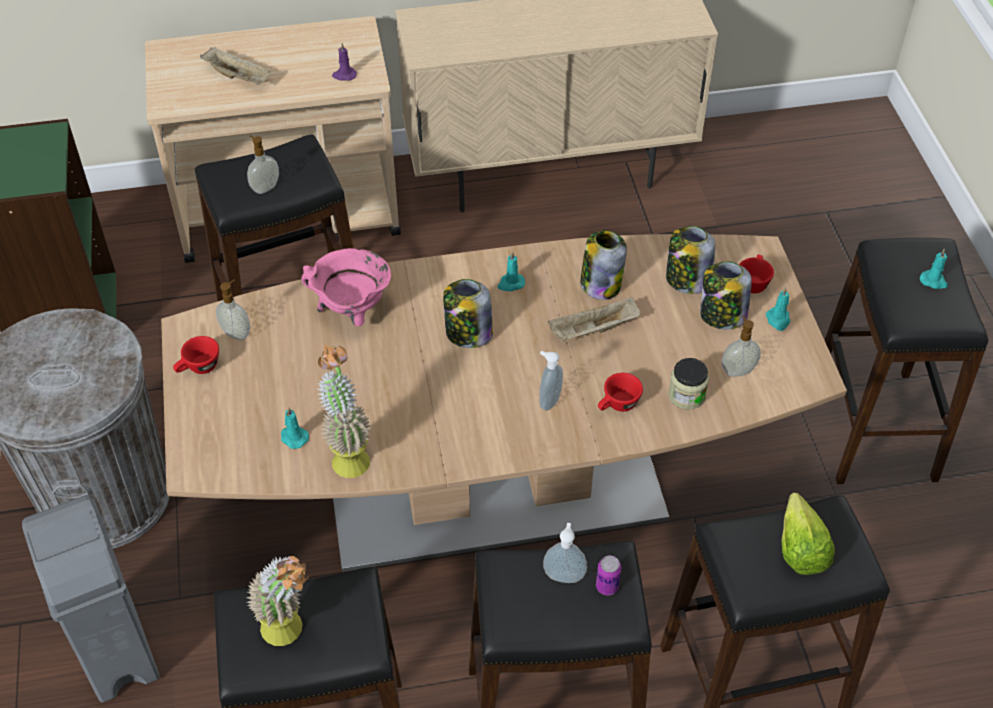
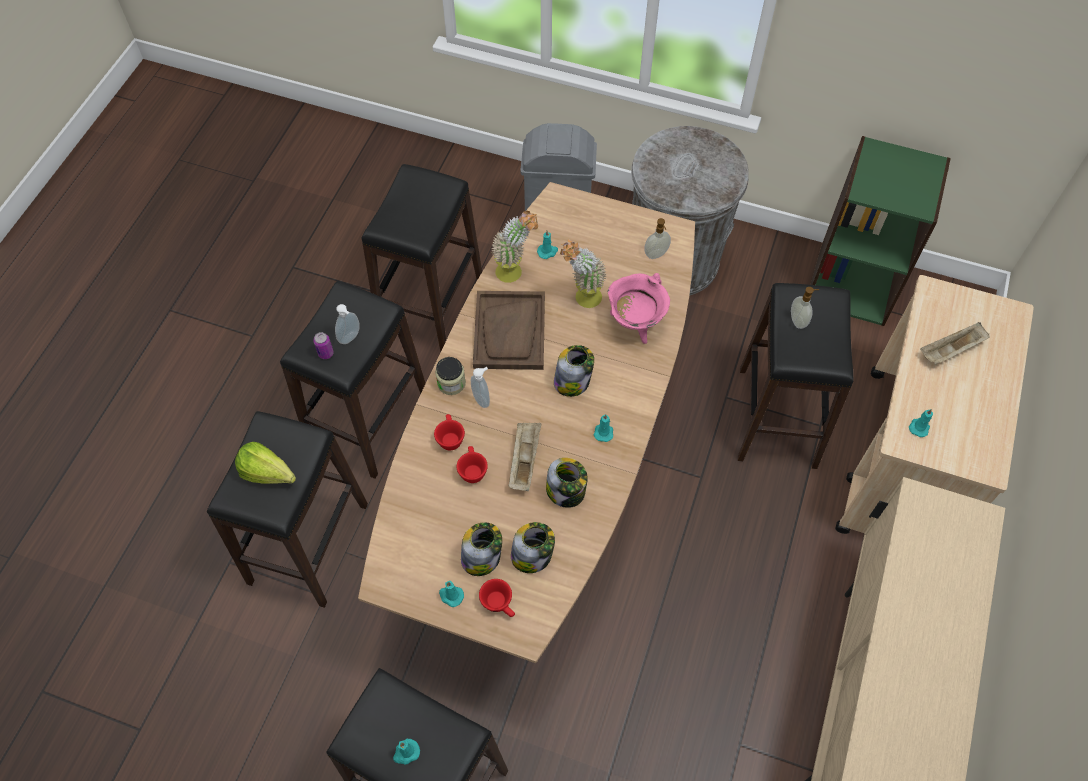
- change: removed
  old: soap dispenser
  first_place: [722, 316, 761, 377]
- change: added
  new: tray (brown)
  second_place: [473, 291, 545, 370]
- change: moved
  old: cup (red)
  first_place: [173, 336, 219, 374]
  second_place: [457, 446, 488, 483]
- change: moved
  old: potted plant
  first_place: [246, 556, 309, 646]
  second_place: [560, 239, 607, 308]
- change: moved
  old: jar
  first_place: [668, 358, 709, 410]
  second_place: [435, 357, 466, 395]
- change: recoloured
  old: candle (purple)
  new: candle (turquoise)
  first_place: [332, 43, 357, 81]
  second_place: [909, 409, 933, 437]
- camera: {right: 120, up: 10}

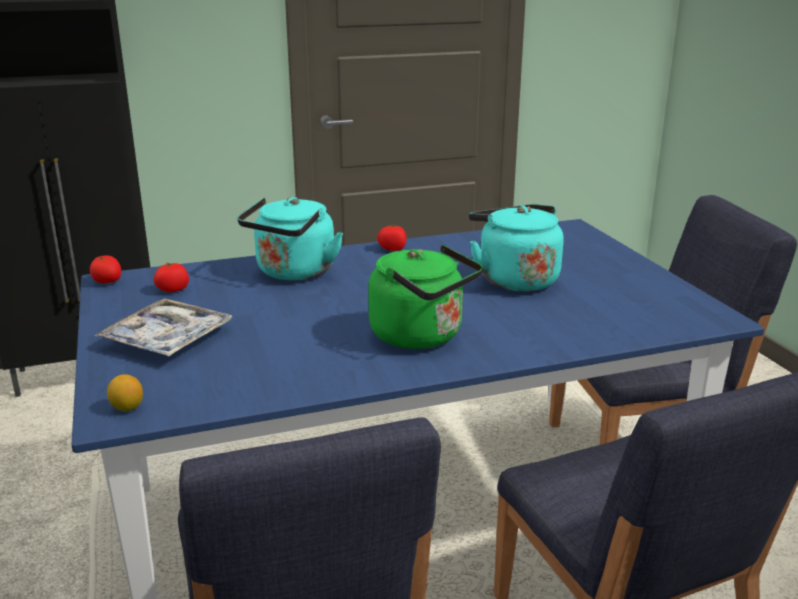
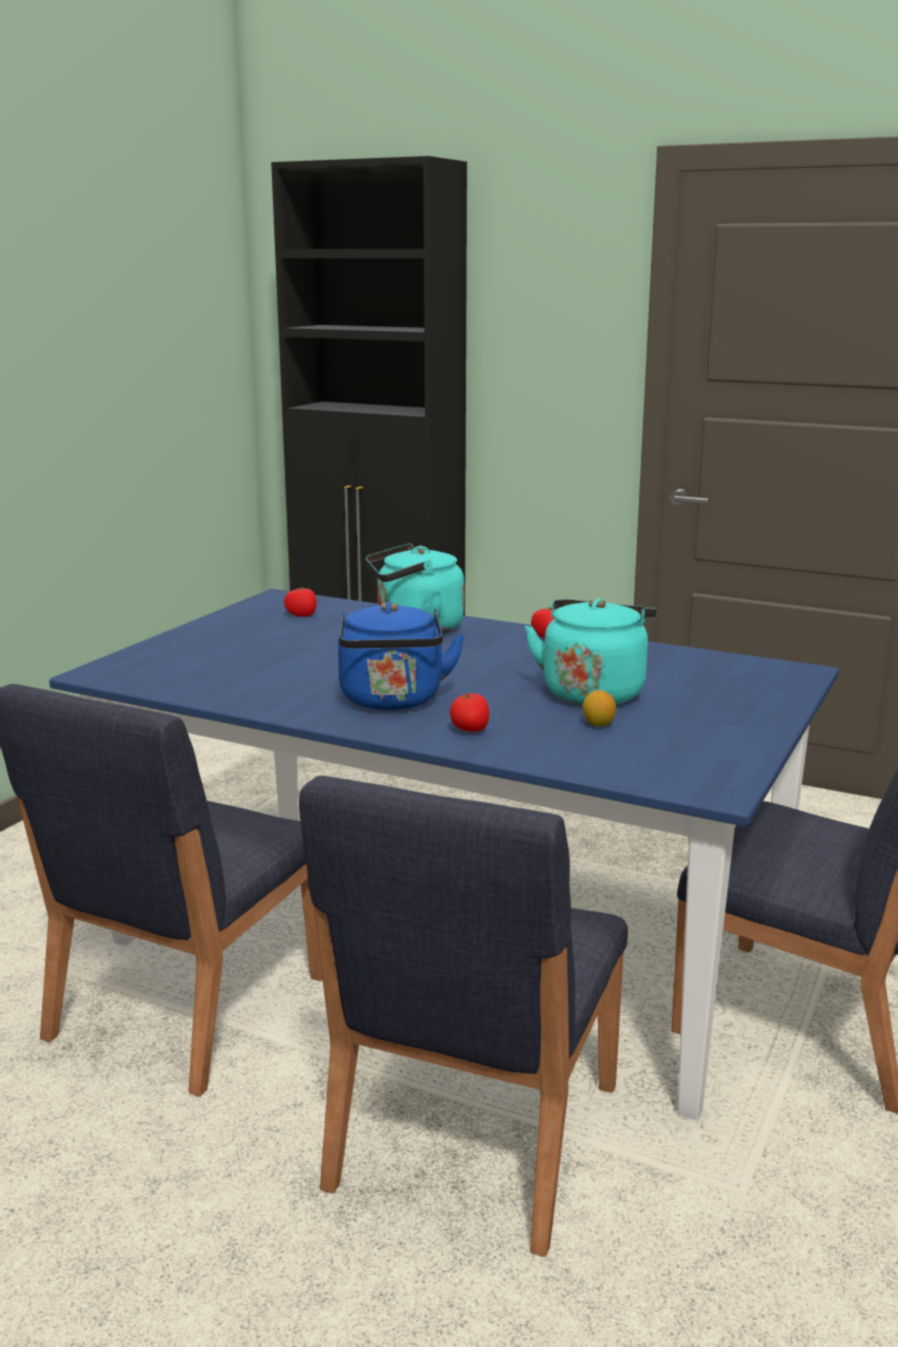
- change: removed
  old: tray
  first_place: [95, 298, 233, 357]
- change: moved
  old: tomato
  first_place: [90, 255, 121, 283]
  second_place: [450, 693, 489, 732]
- change: moved
  old: lemon
  first_place: [107, 374, 143, 411]
  second_place: [583, 690, 616, 727]
- change: recoloured
  old: kettle (green)
  new: kettle (blue)
  first_place: [368, 245, 483, 349]
  second_place: [338, 602, 465, 710]
- camera: {right: 45, up: -5}

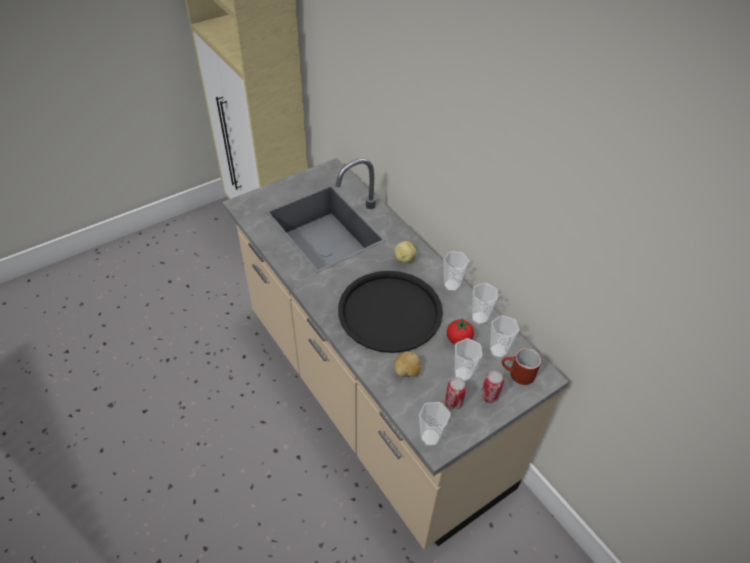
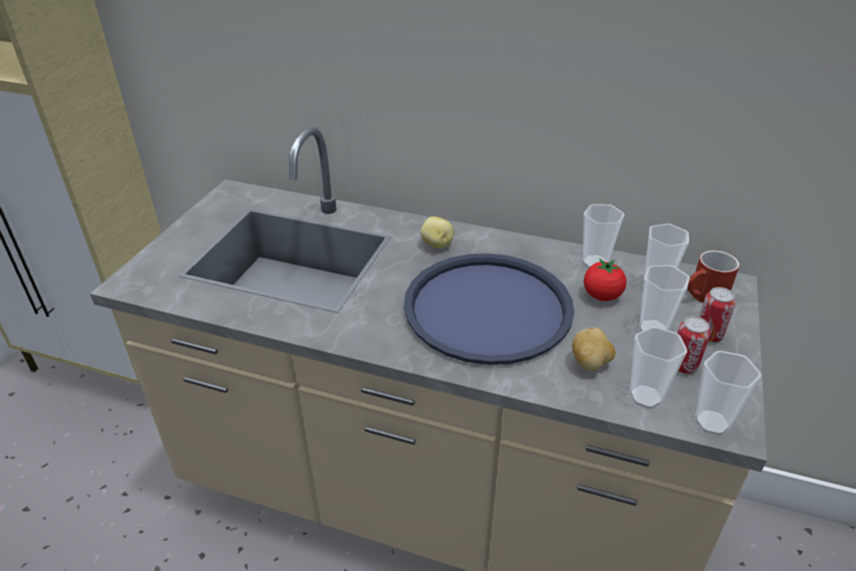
- change: moved
  old: cup
  first_place: [444, 251, 469, 292]
  second_place: [630, 327, 688, 409]
- change: recoloured
  old: tray (black)
  new: tray (blue)
  first_place: [338, 271, 443, 353]
  second_place: [404, 253, 574, 365]
- camera: {right: -35, up: -10}

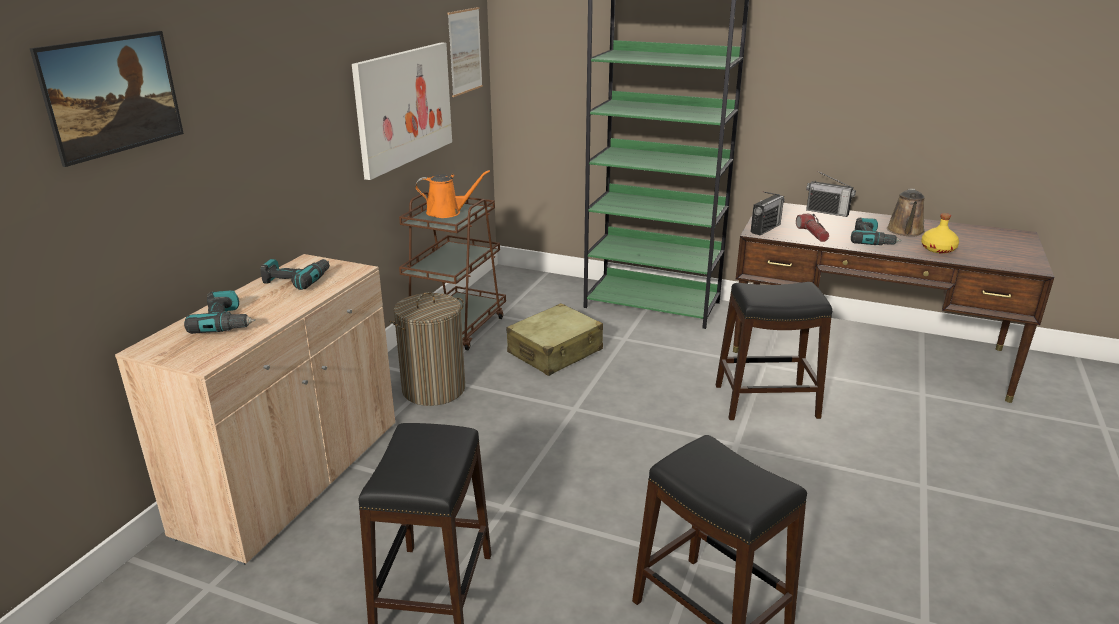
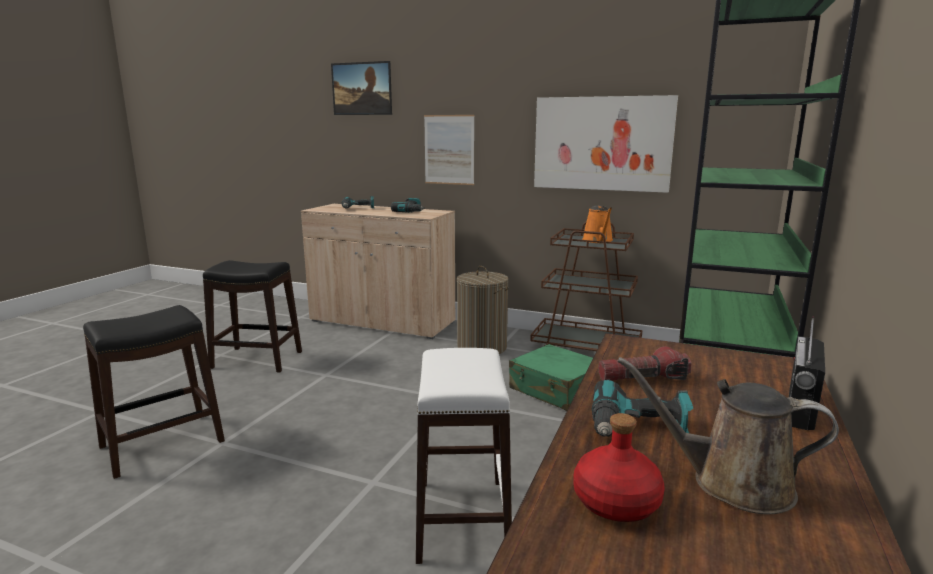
- change: removed
  old: radio
  first_place: [751, 192, 785, 236]
- change: moved
  old: picture
  first_place: [448, 7, 483, 97]
  second_place: [424, 115, 474, 185]
- change: recoloured
  old: suitcase (beige)
  new: suitcase (green)
  first_place: [507, 303, 603, 376]
  second_place: [509, 344, 593, 411]
- change: recoloured
  old: stool (black)
  new: stool (white)
  first_place: [716, 282, 832, 420]
  second_place: [416, 348, 512, 564]
- change: recoloured
  old: bottle (yellow)
  new: bottle (red)
  first_place: [921, 213, 959, 254]
  second_place: [574, 413, 665, 522]
- camera: {right: 90, up: -10}

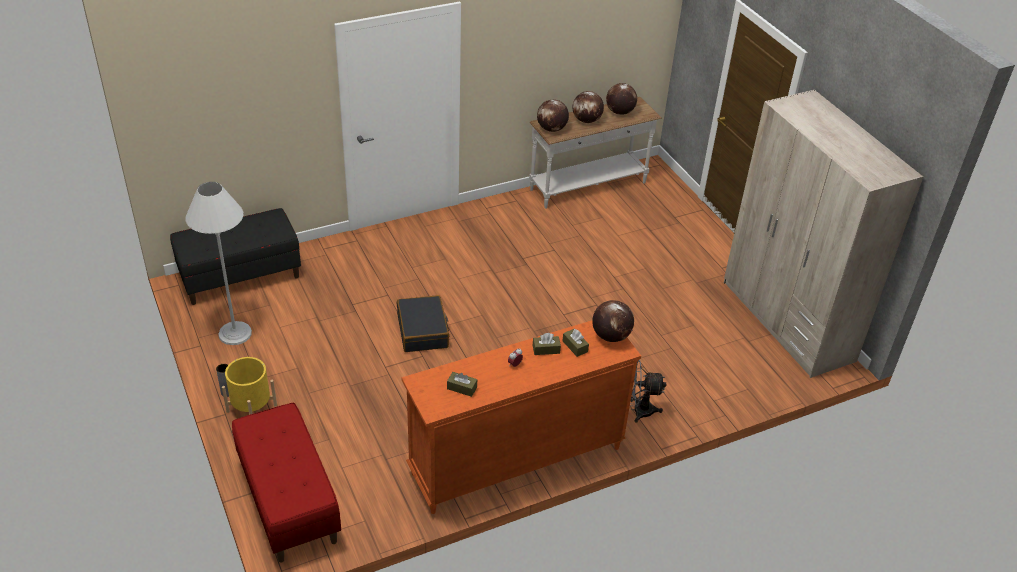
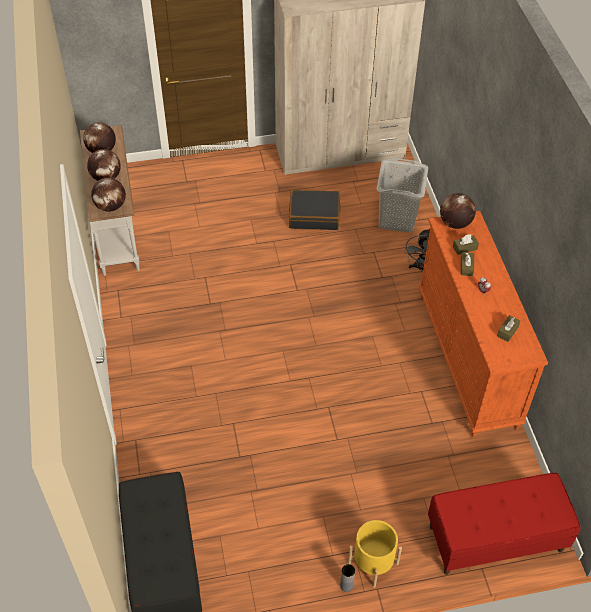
- change: removed
  old: floor lamp (white)
  first_place: [186, 182, 252, 345]
- change: added
  new: laundry basket (grey)
  second_place: [376, 158, 428, 232]
- change: moved
  old: suitcase (black)
  first_place: [397, 295, 449, 352]
  second_place: [289, 190, 340, 230]
- camera: {right: -75, up: 10}

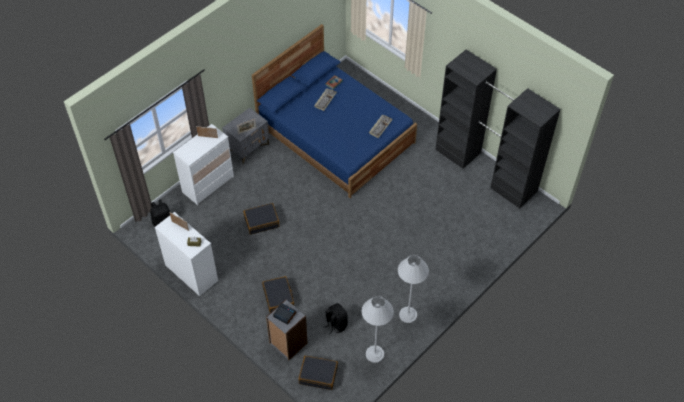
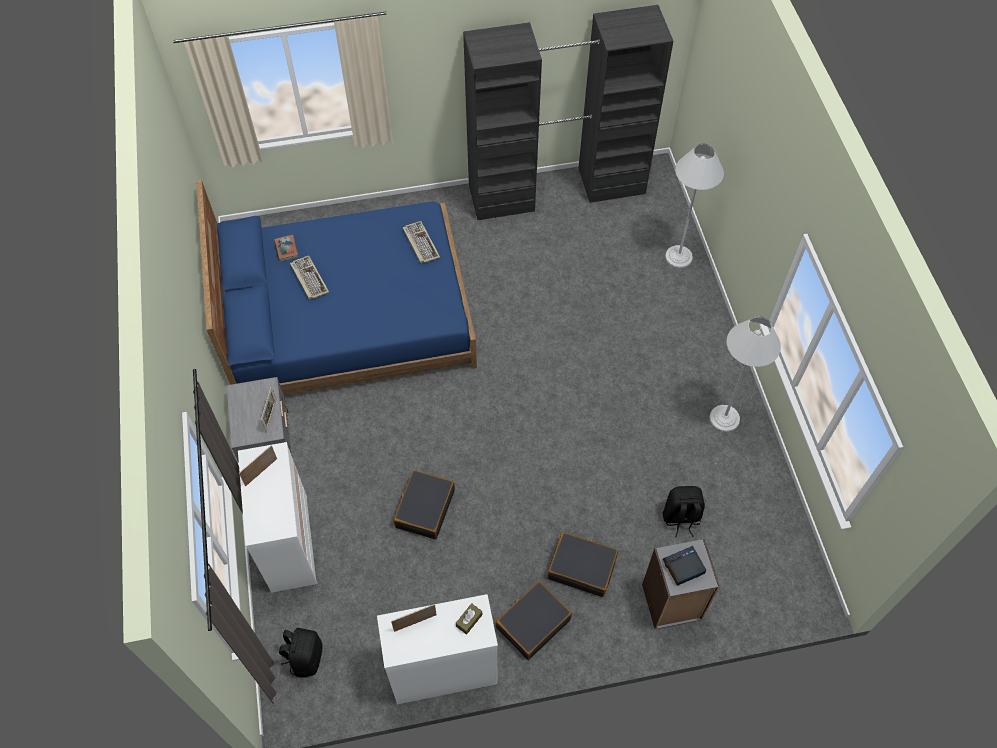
- change: moved
  old: suitcase (black)
  first_place: [299, 356, 338, 390]
  second_place: [496, 581, 572, 660]
- change: moved
  old: floor lamp (white)
  first_place: [361, 296, 394, 363]
  second_place: [665, 144, 724, 268]
- camera: {right: -55, up: 5}

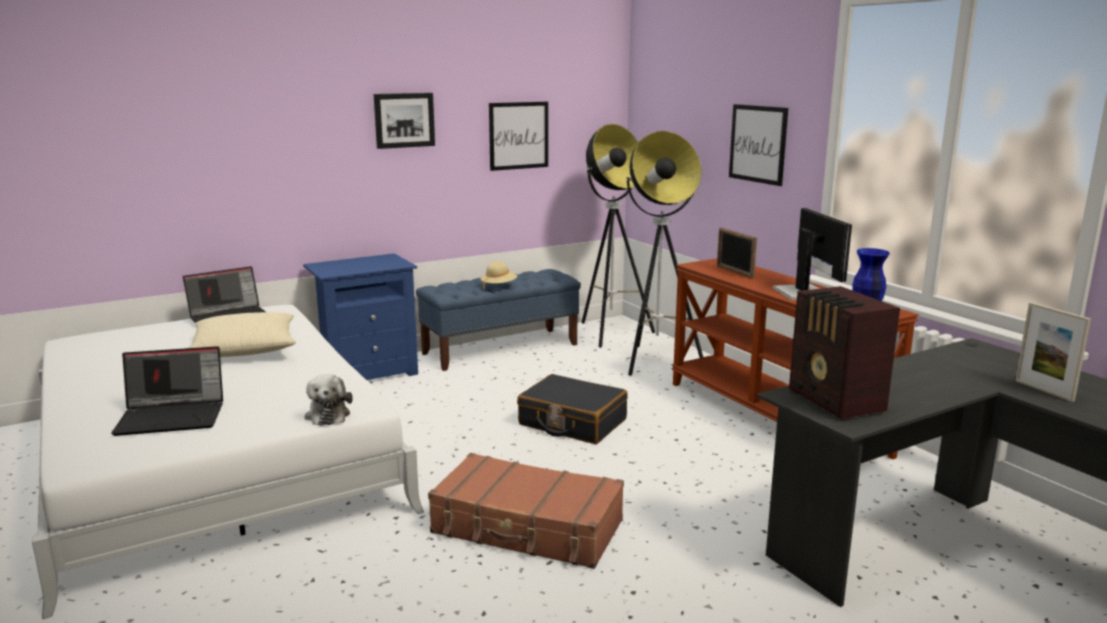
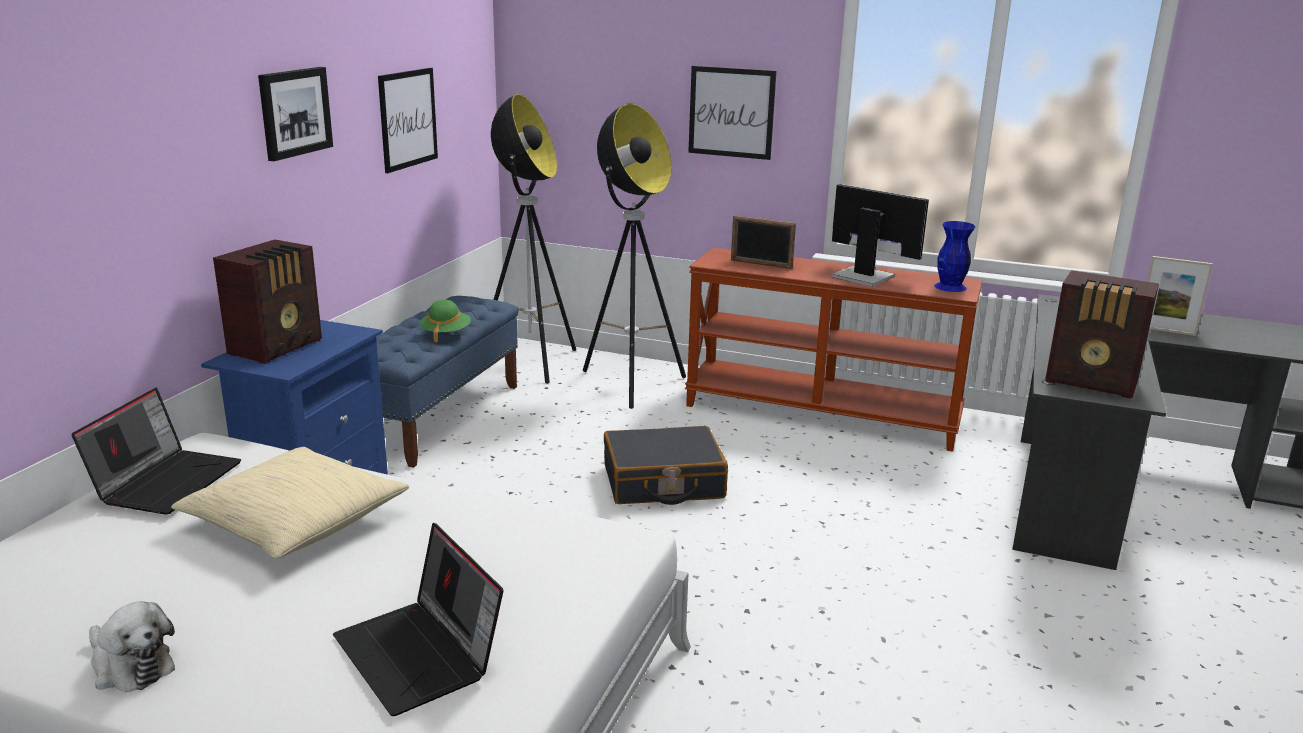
- change: removed
  old: suitcase (brown)
  first_place: [428, 453, 624, 569]
- change: added
  new: radio
  second_place: [213, 240, 322, 364]
- change: moved
  old: plush toy
  first_place: [304, 374, 353, 426]
  second_place: [89, 601, 175, 692]
- change: recoloured
  old: hat (beige)
  new: hat (green)
  first_place: [480, 261, 517, 289]
  second_place: [419, 300, 471, 343]
- change: turned
  old: laptop
  first_place: [111, 346, 223, 436]
  second_place: [333, 523, 503, 716]
  degrees: 105
- camera: {right: -40, up: 5}

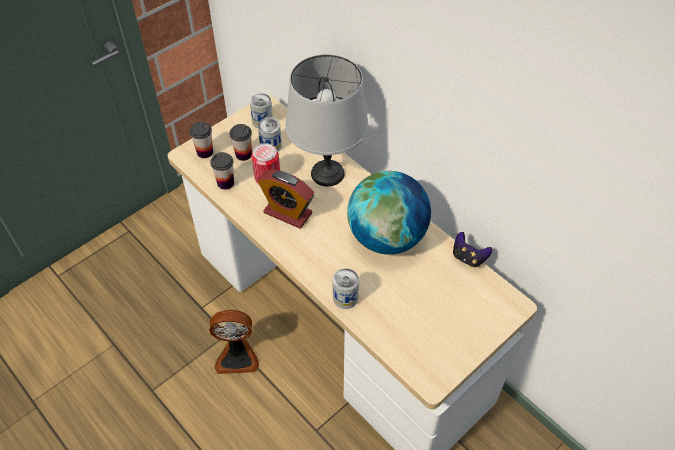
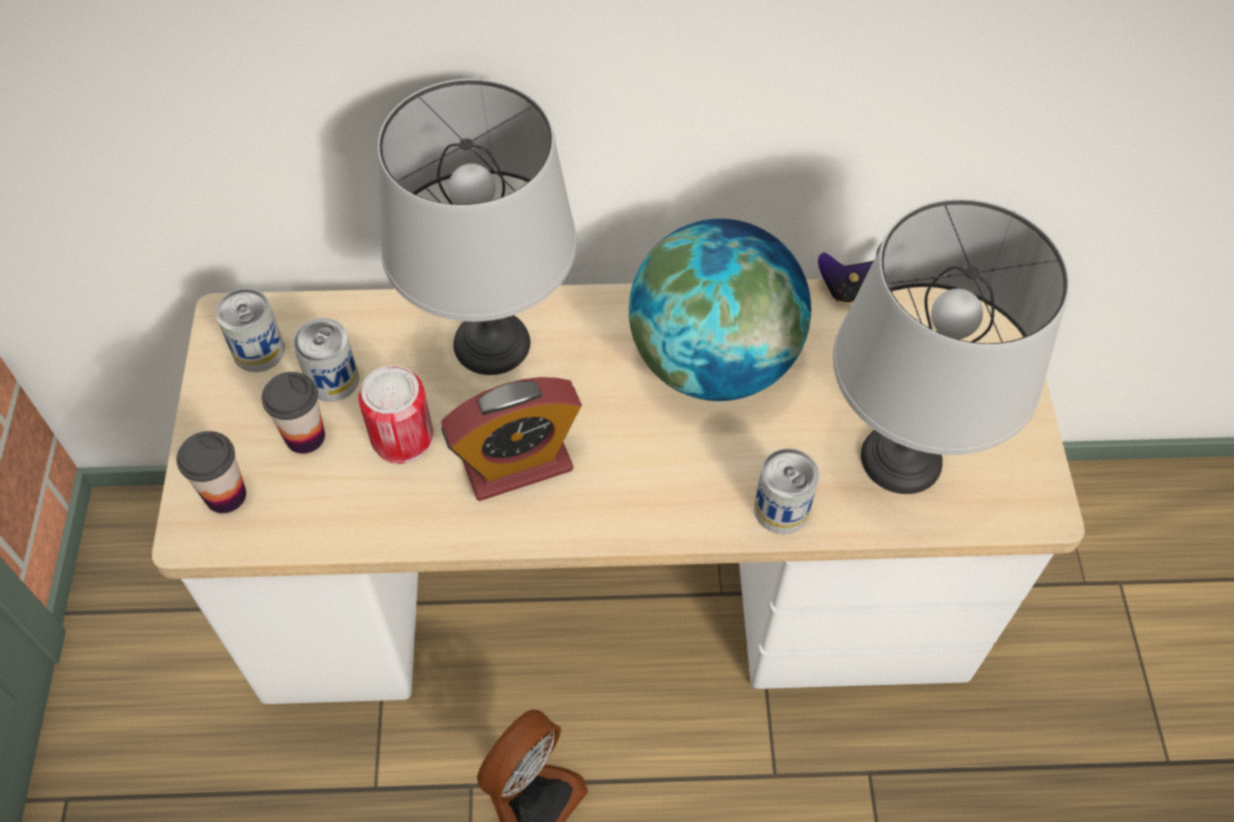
- change: removed
  old: cup
  first_place: [210, 152, 234, 190]
- change: added
  new: table lamp (grey)
  second_place: [833, 199, 1069, 494]
- camera: {right: -50, up: 5}

